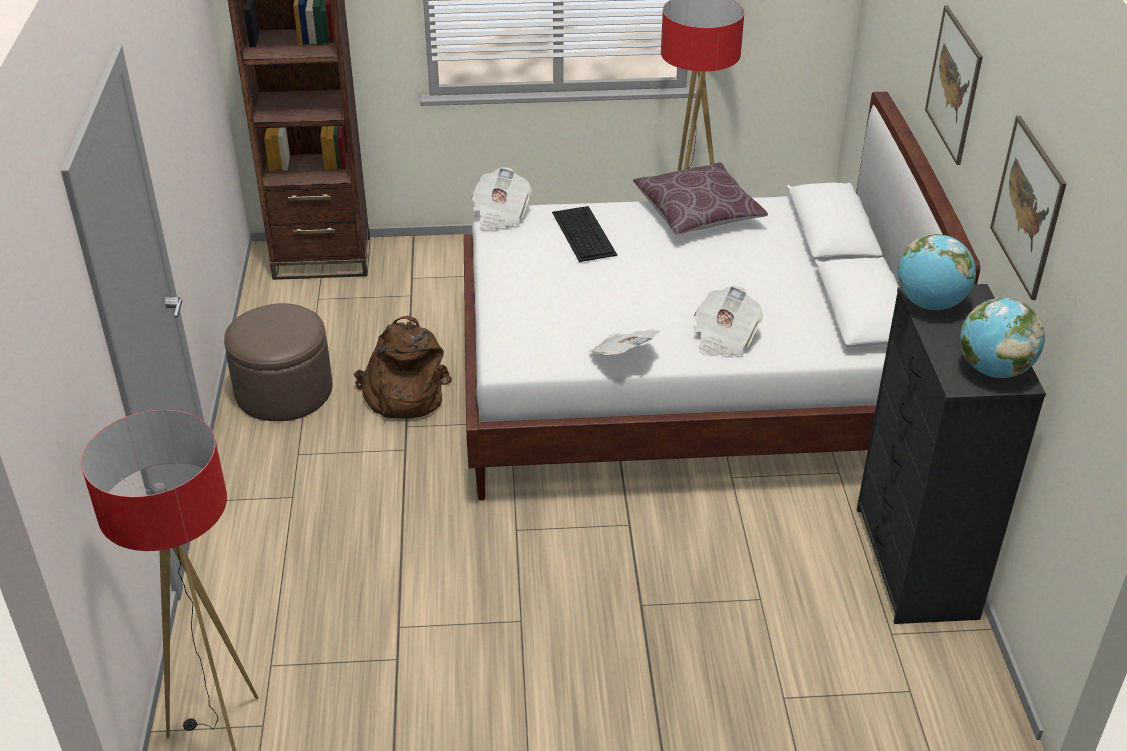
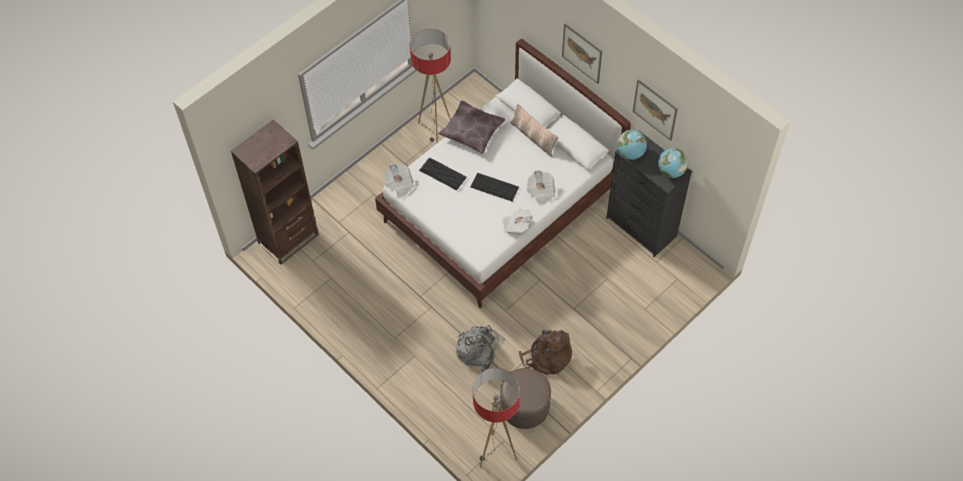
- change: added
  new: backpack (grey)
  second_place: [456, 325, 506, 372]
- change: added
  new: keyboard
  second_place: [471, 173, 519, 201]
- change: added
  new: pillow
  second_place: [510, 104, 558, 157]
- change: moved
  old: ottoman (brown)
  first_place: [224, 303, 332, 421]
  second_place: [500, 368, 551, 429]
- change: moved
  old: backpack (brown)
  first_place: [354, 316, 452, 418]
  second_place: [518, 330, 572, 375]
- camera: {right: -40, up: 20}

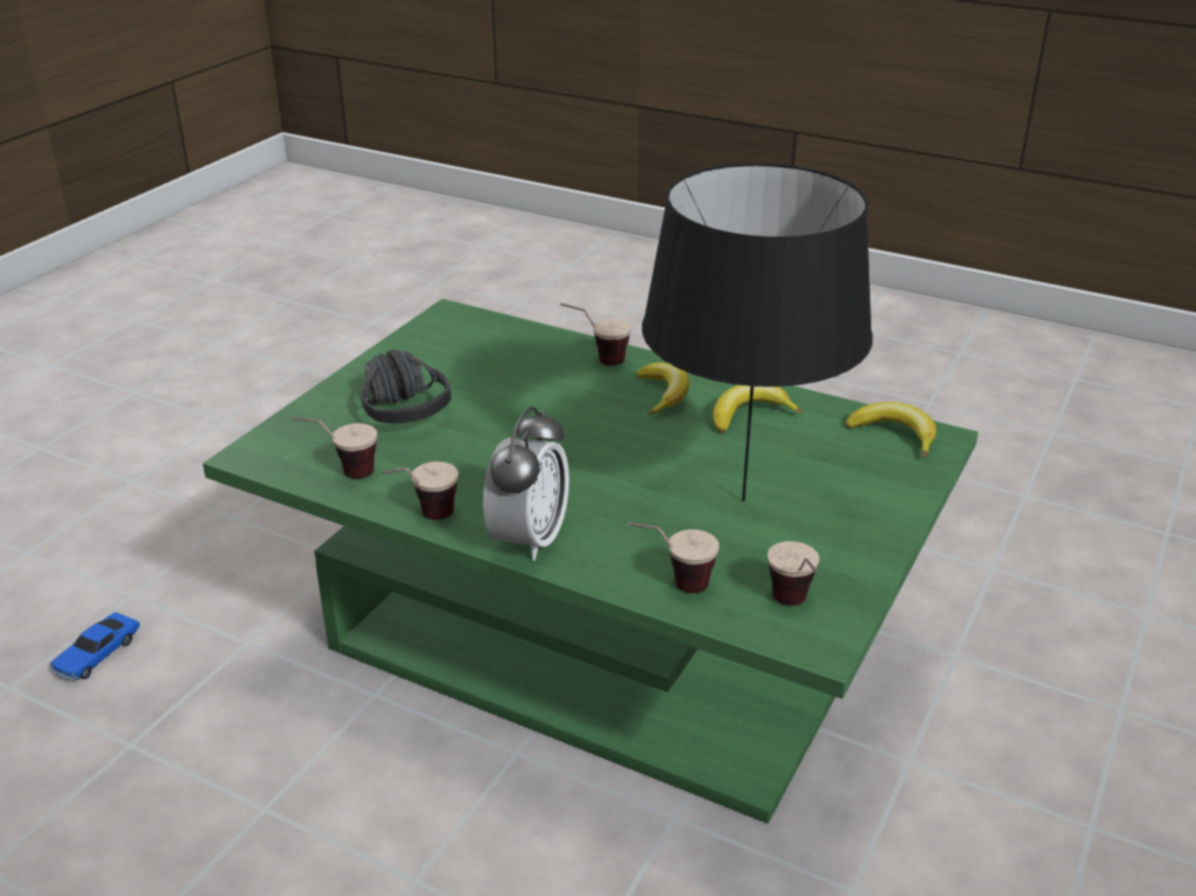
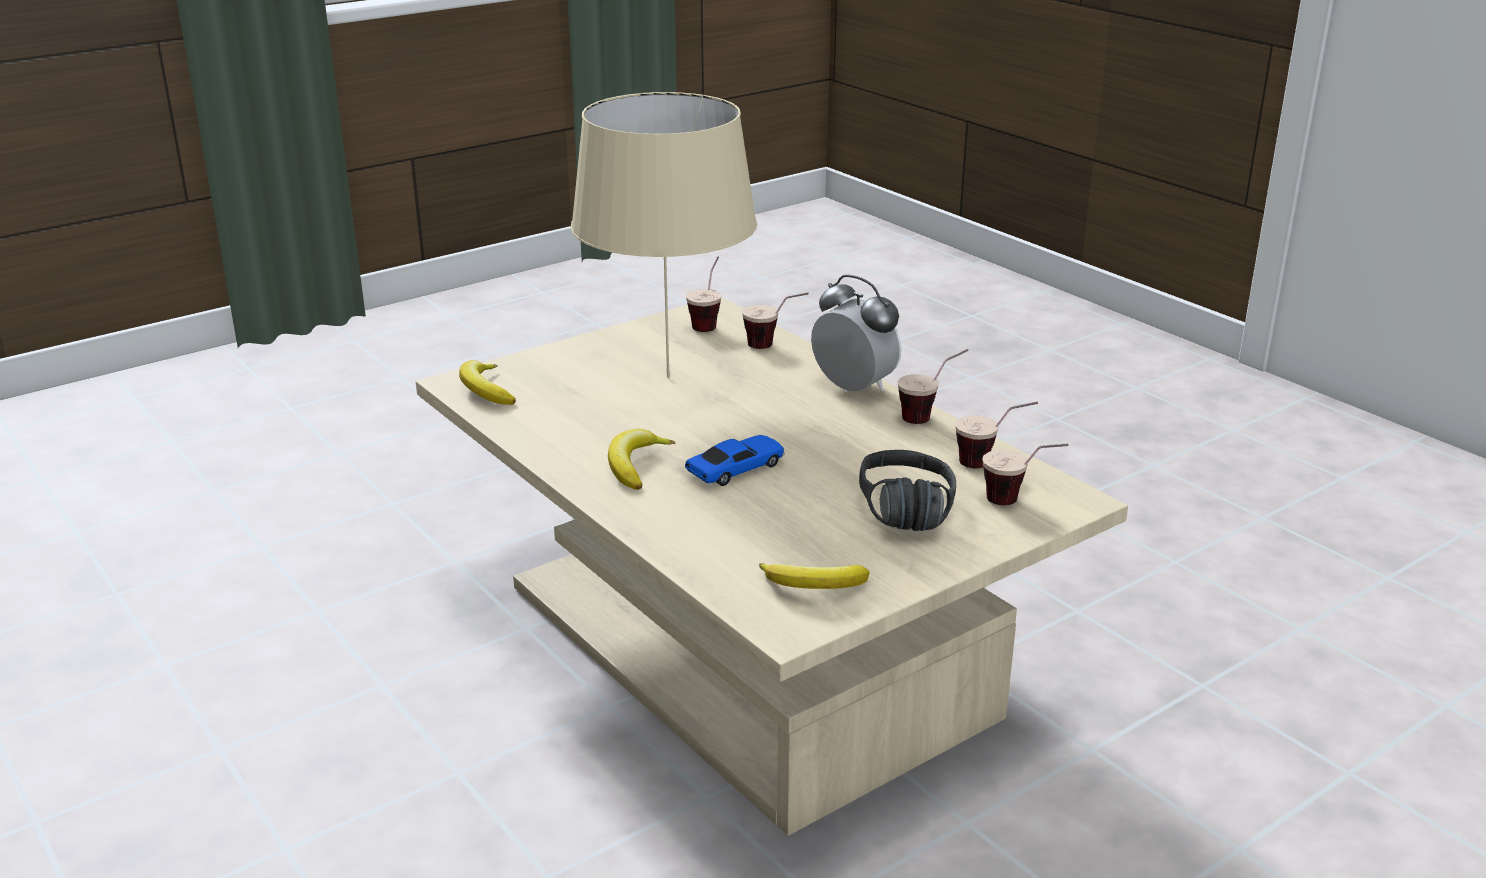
- change: moved
  old: toy car
  first_place: [50, 612, 140, 680]
  second_place: [685, 435, 785, 486]
- change: moved
  old: cup
  first_place: [560, 303, 631, 366]
  second_place: [983, 444, 1068, 505]
- change: moved
  old: banana
  first_place: [713, 385, 802, 433]
  second_place: [759, 563, 870, 589]
- change: recoloured
  old: coffee table (green)
  new: coffee table (beige)
  first_place: [203, 299, 978, 824]
  second_place: [416, 297, 1128, 836]
- change: recoloured
  old: table lamp (black)
  new: table lamp (beige)
  first_place: [642, 163, 873, 501]
  second_place: [571, 92, 757, 378]
- change: turned
  old: alarm clock
  first_place: [483, 406, 569, 561]
  second_place: [811, 274, 902, 392]
  degrees: 90
- camera: {right: -155, up: -5}

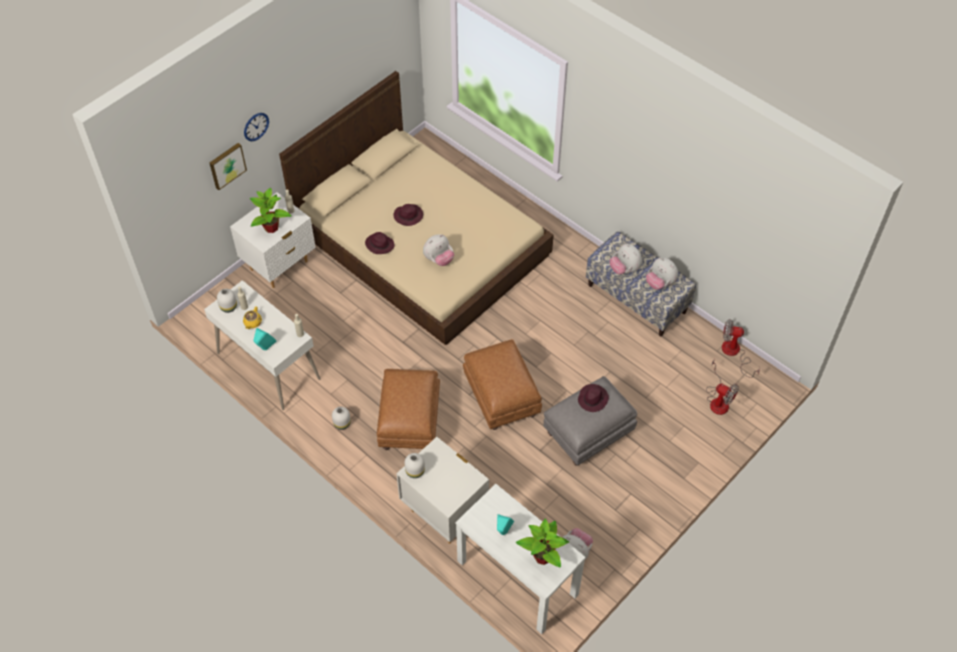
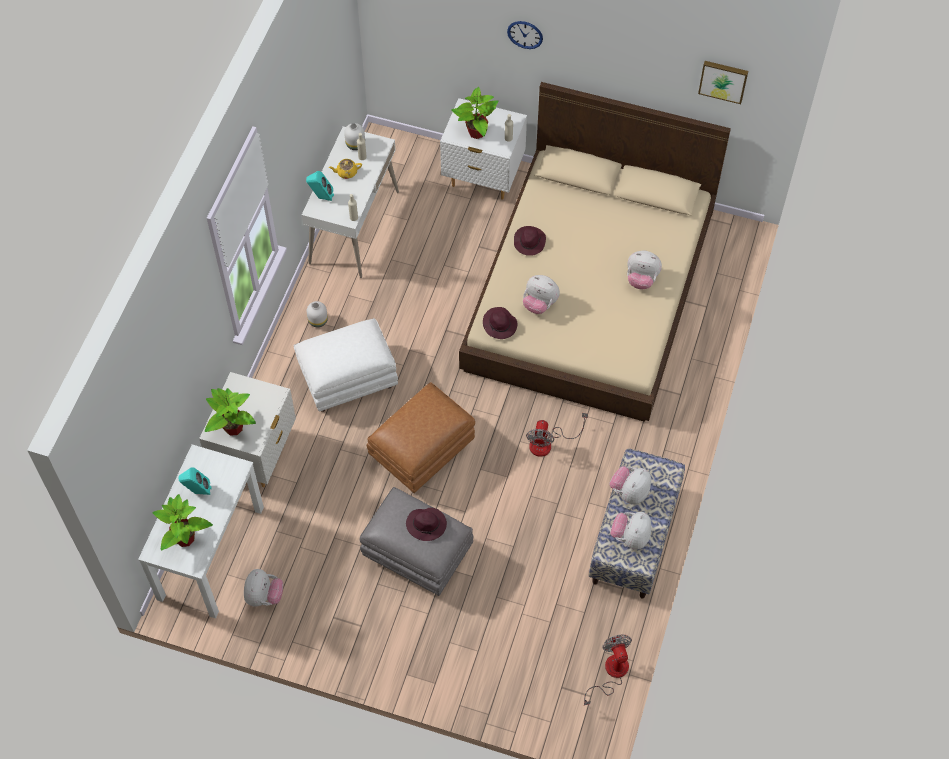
- change: removed
  old: vase (white)
  first_place: [405, 453, 425, 478]
- change: added
  new: potted plant
  second_place: [205, 388, 256, 436]
- change: added
  new: plush toy
  second_place: [627, 251, 662, 289]
- change: moved
  old: picture
  first_place: [210, 143, 247, 190]
  second_place: [698, 61, 748, 104]
- change: moved
  old: hat (purple)
  first_place: [393, 204, 423, 226]
  second_place: [483, 307, 517, 339]
- change: moved
  old: fan
  first_place: [706, 359, 739, 415]
  second_place: [526, 413, 588, 457]
- change: recoloured
  old: ottoman (brown)
  new: ottoman (white)
  first_place: [377, 369, 440, 450]
  second_place: [293, 318, 398, 412]
- camera: {right: 65, up: 5}

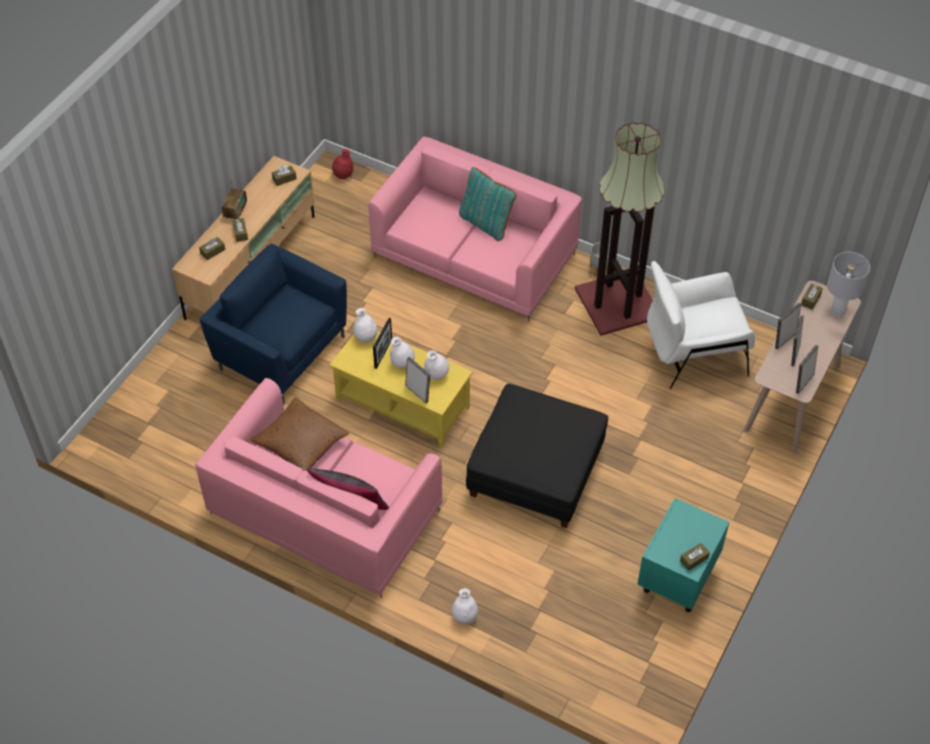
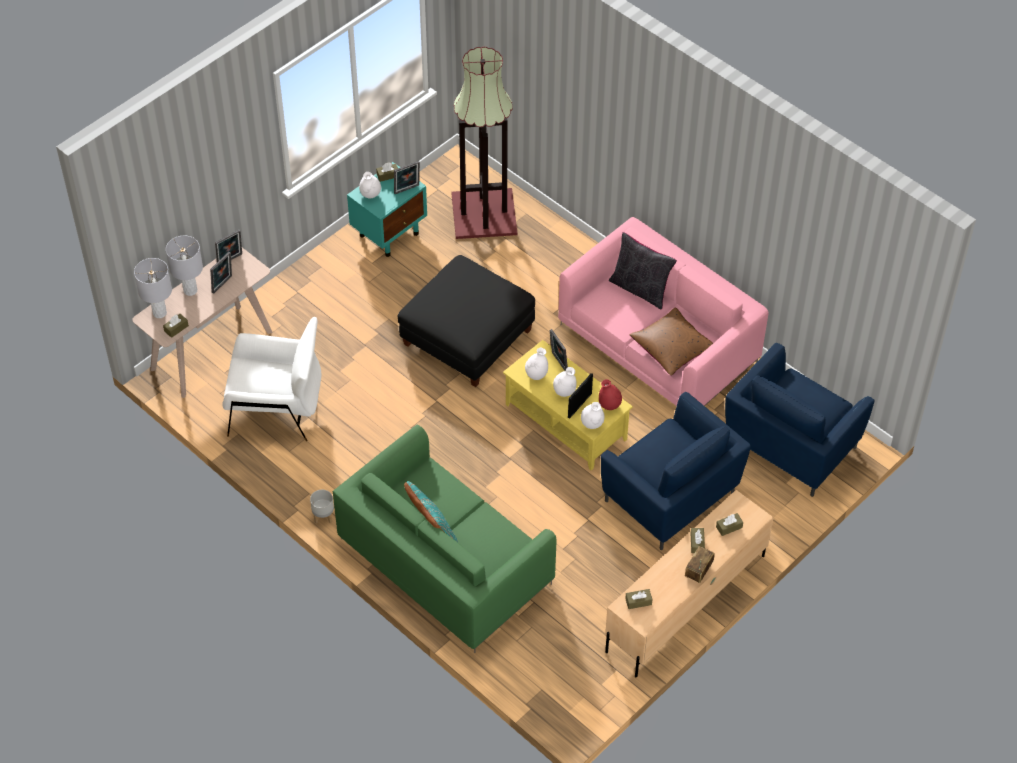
- change: added
  new: table lamp (grey)
  second_place: [166, 236, 203, 296]
- change: added
  new: armchair (blue)
  second_place: [725, 343, 874, 497]
- change: moved
  old: vase (red)
  first_place: [332, 149, 353, 179]
  second_place: [599, 379, 622, 410]
- change: moved
  old: vase (white)
  first_place: [452, 588, 478, 625]
  second_place: [359, 172, 381, 198]
- change: moved
  old: floor lamp
  first_place: [575, 122, 665, 336]
  second_place: [451, 47, 517, 239]
- change: moved
  old: picture frame
  first_place: [775, 303, 801, 349]
  second_place: [394, 161, 420, 194]
- change: recoloured
  old: sofa (pink)
  new: sofa (green)
  first_place: [368, 137, 582, 322]
  second_place: [333, 425, 557, 653]
- camera: {right: -165, up: 0}

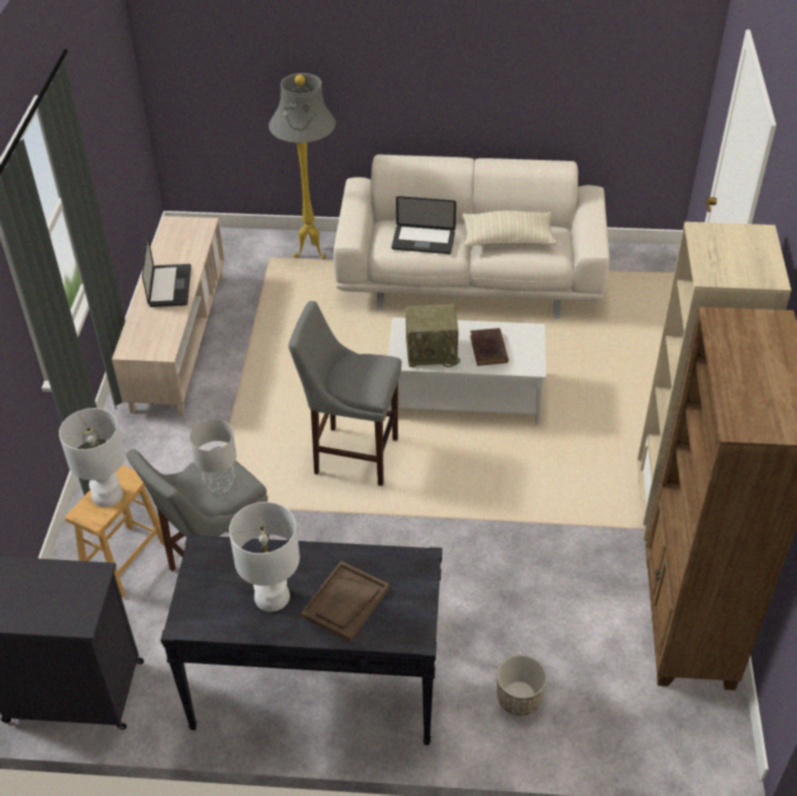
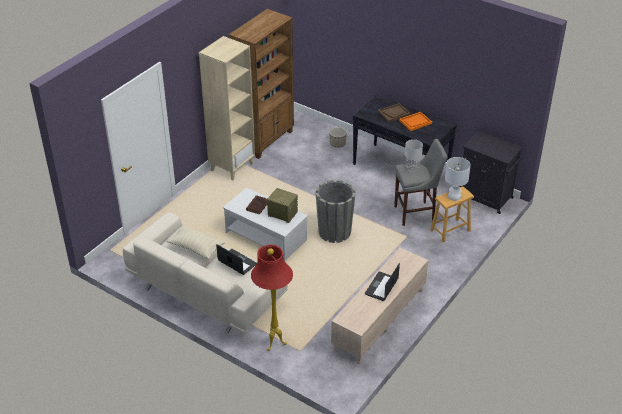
- change: replaced
  old: table lamp (white)
  new: tray (orange)
  first_place: [229, 502, 300, 612]
  second_place: [399, 112, 432, 131]
- change: replaced
  old: stool (grey)
  new: planter (grey)
  first_place: [288, 301, 402, 486]
  second_place: [316, 179, 356, 243]
- change: recoloured
  old: floor lamp (grey)
  new: floor lamp (red)
  first_place: [269, 73, 336, 259]
  second_place: [251, 245, 293, 351]
- camera: {right: -150, up: -5}

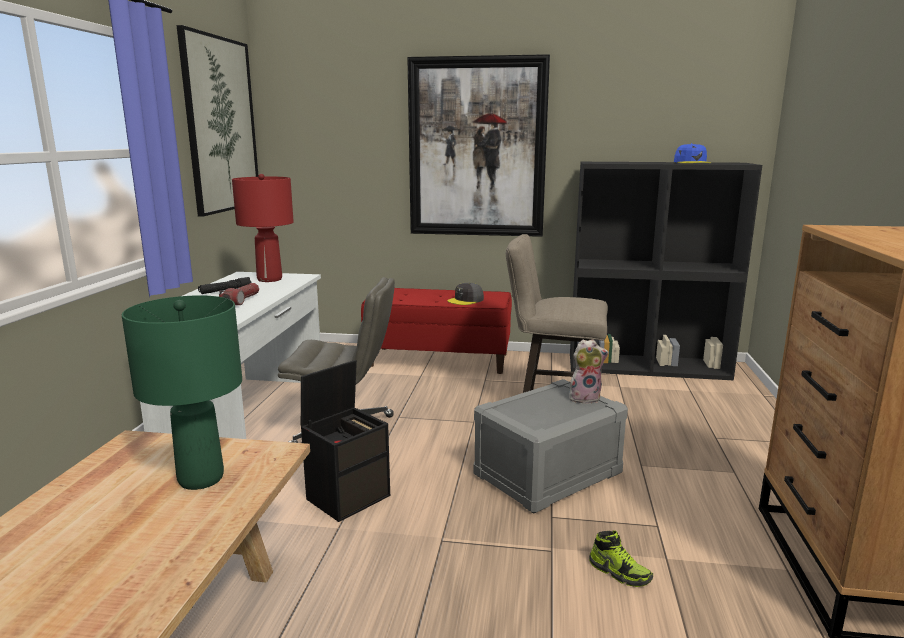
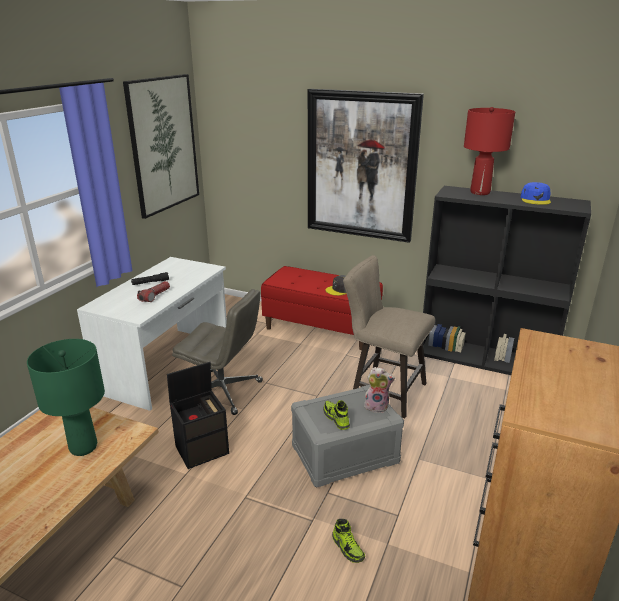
- change: added
  new: shoe
  second_place: [323, 400, 350, 430]
- change: moved
  old: table lamp (red)
  first_place: [232, 174, 294, 282]
  second_place: [464, 107, 515, 195]
- camera: {right: 15, up: 10}

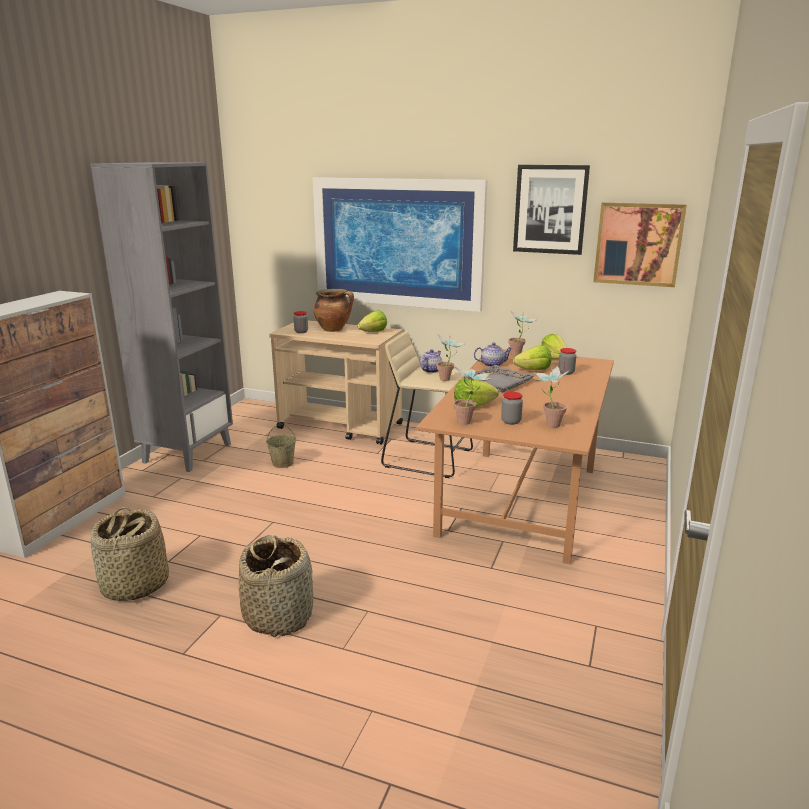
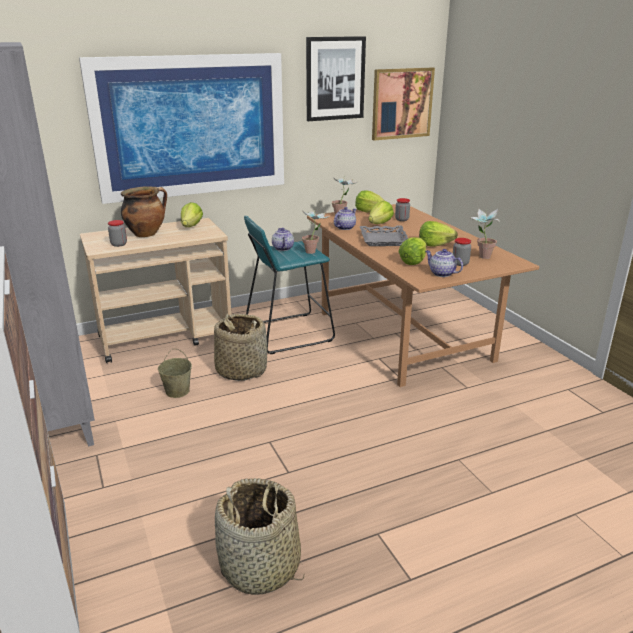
- change: added
  new: lettuce
  second_place: [419, 221, 458, 247]
- change: moved
  old: basket
  first_place: [239, 535, 313, 638]
  second_place: [214, 314, 267, 381]
- change: replaced
  old: potted plant
  new: teapot
  first_place: [453, 367, 491, 425]
  second_place: [425, 249, 463, 277]
- change: recoloured
  old: stool (beige)
  new: stool (turquoise)
  first_place: [381, 331, 473, 478]
  second_place: [244, 216, 335, 354]
- camera: {right: -45, up: 5}

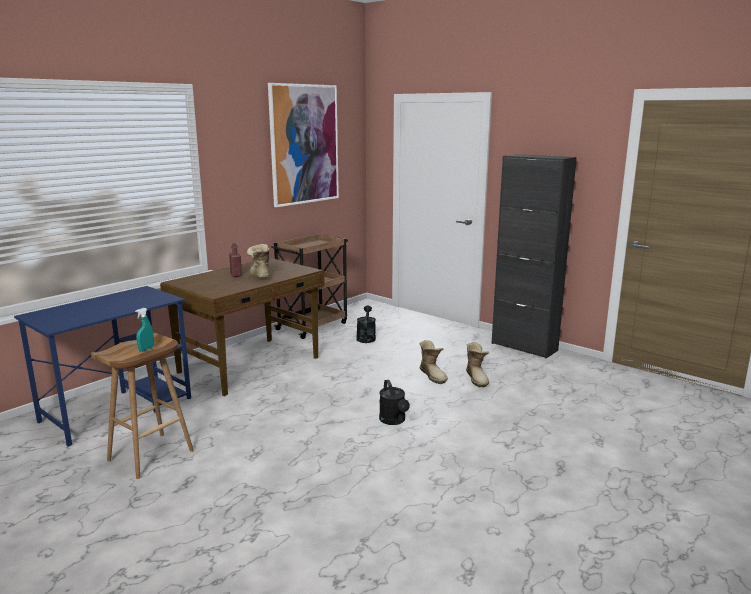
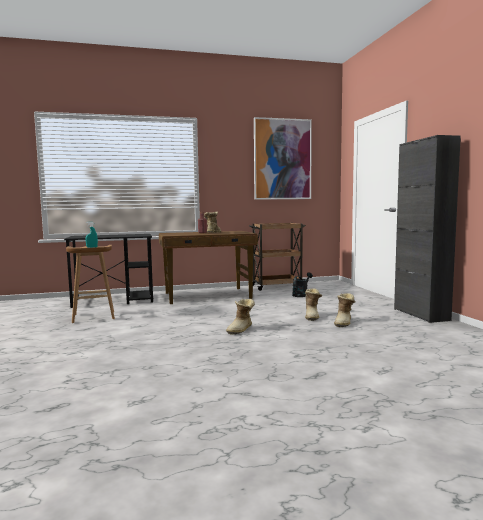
- change: replaced
  old: watering can (black)
  new: boot
  first_place: [379, 380, 410, 425]
  second_place: [226, 299, 255, 335]
- change: recoloured
  old: desk (blue)
  new: desk (black)
  first_place: [14, 286, 191, 447]
  second_place: [64, 234, 153, 308]
- camera: {right: 35, up: -10}

